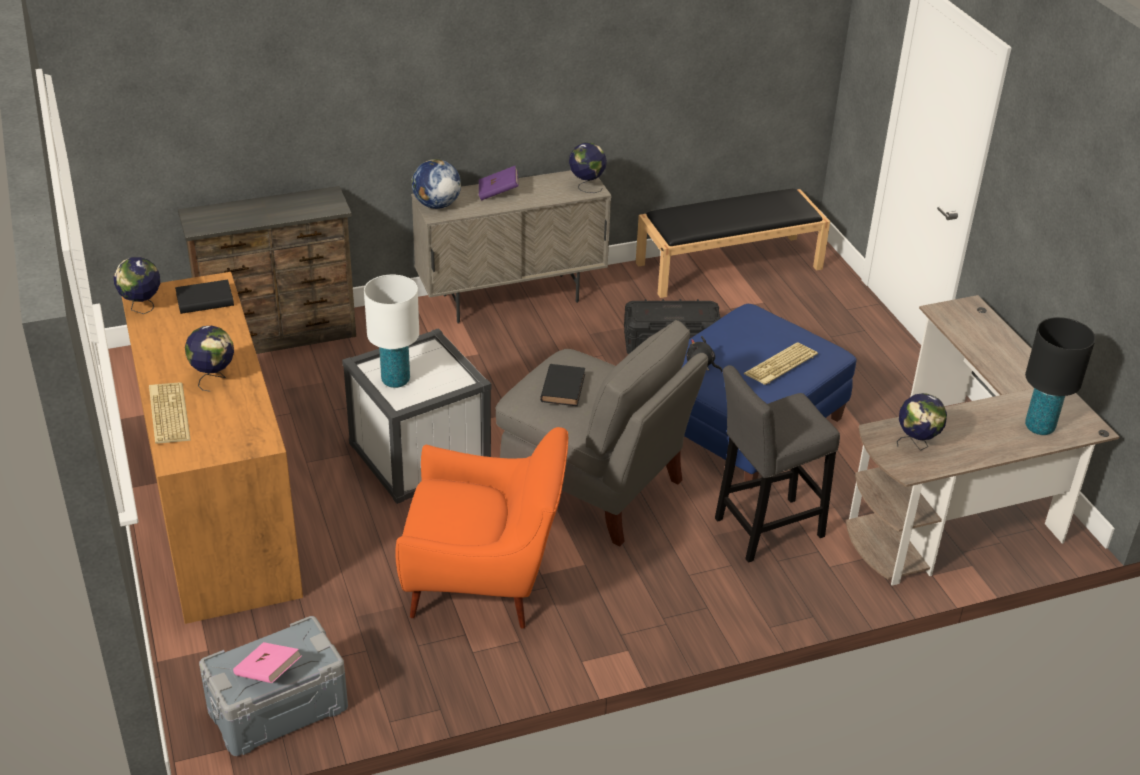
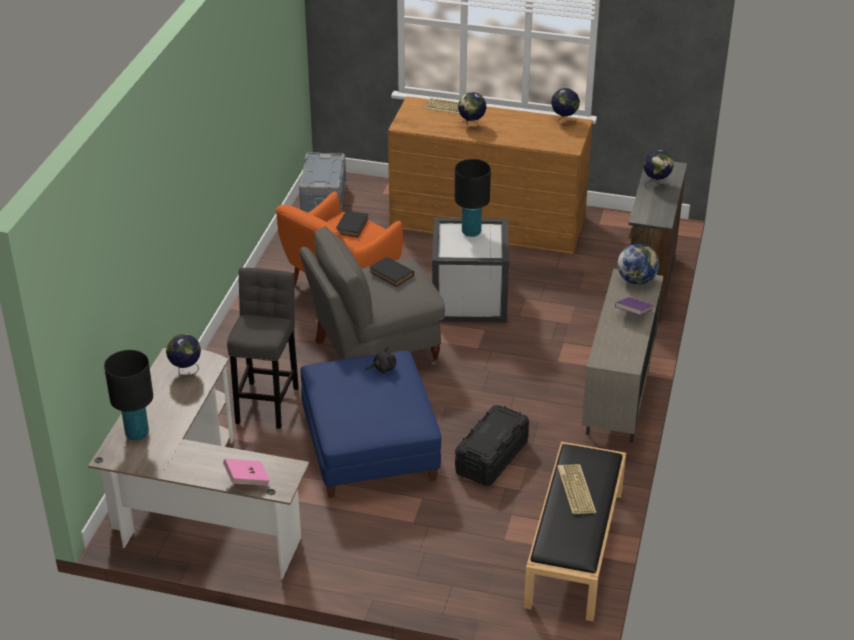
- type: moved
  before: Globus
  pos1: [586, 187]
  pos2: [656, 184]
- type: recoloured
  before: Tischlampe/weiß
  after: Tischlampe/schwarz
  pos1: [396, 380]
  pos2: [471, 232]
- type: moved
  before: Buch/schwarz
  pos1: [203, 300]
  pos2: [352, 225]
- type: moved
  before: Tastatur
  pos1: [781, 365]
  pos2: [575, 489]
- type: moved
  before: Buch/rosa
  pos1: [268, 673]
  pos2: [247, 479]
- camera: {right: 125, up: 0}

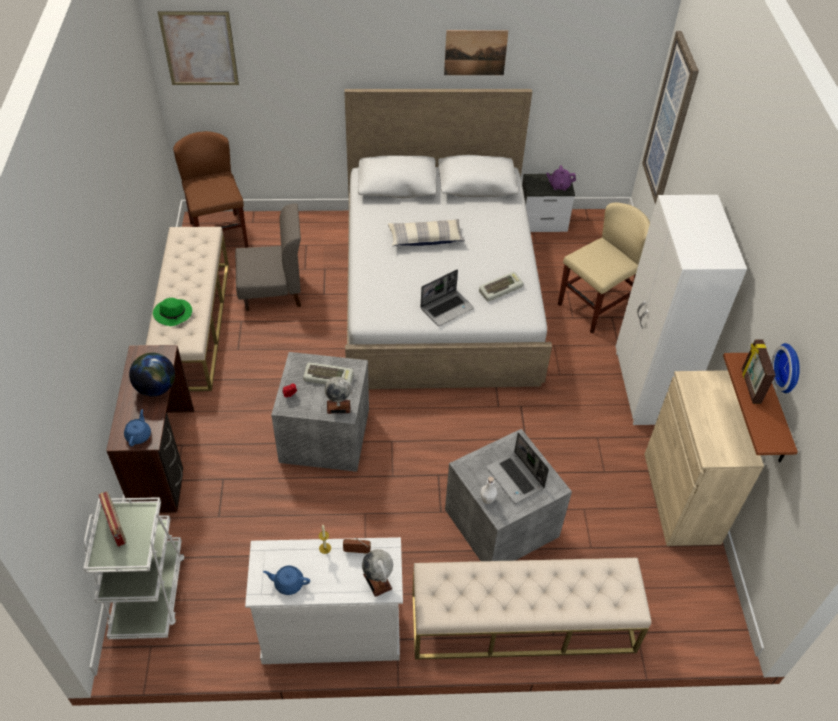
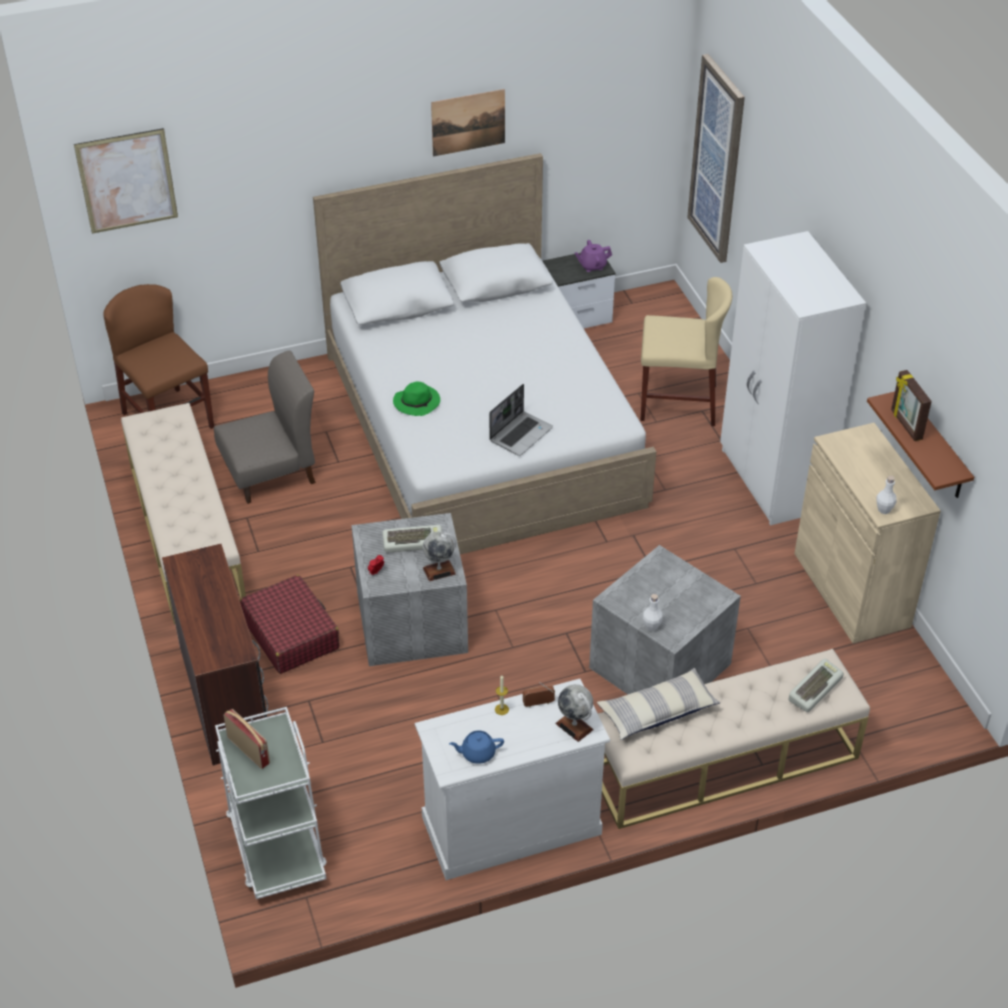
- type: turned
  before: Stuhl/beige
  pos1: [595, 306]
  pos2: [678, 403]
  turn: 60
- type: moved
  before: Kissen
  pos1: [425, 238]
  pos2: [657, 711]
- type: moved
  before: Tastatur
  pos1: [500, 288]
  pos2: [814, 688]
- type: moved
  before: Hut/grün
  pos1: [173, 314]
  pos2: [417, 402]
- type: removed
  before: Wanduhr
  pos1: [790, 368]
- type: removed
  before: Globus
  pos1: [156, 387]
- type: removed
  before: Teekanne/blau
  pos1: [139, 435]
- type: removed
  before: Laptop
  pos1: [516, 478]
- type: added
  after: Flasche/weiß
  pos2: [884, 509]
- type: added
  after: Koffer/rot
  pos2: [291, 634]
- camera: {right: -15, up: -5}

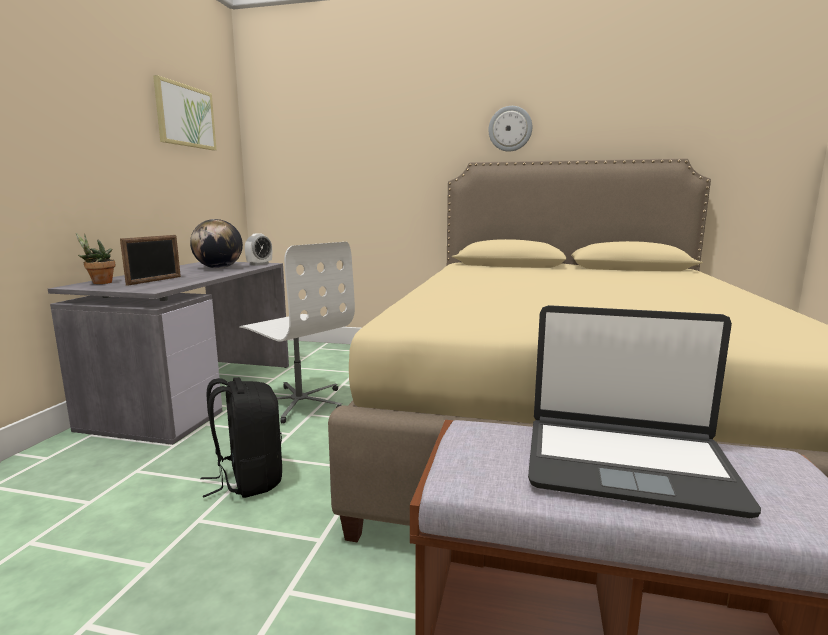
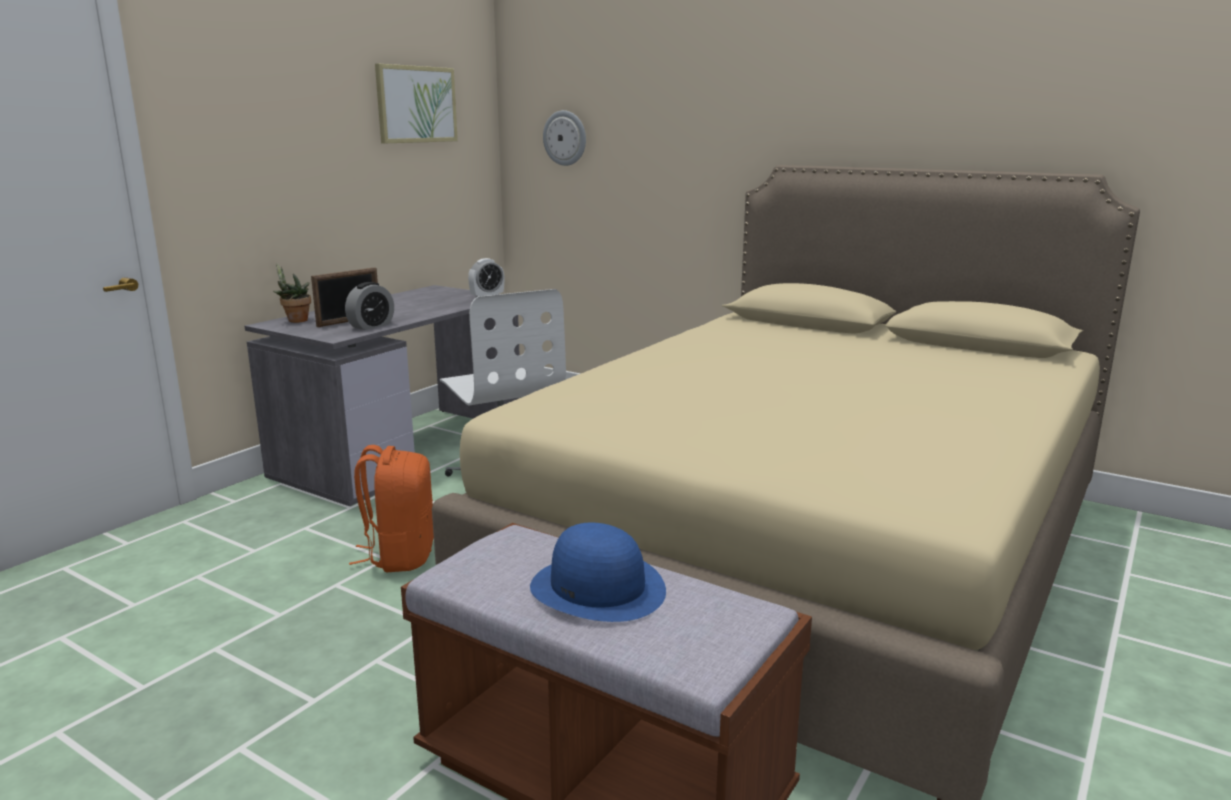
- type: moved
  before: Wanduhr
  pos1: [510, 129]
  pos2: [565, 138]
- type: removed
  before: Globus
  pos1: [218, 268]
- type: replaced
  before: Laptop
  after: Hut/blau
  pos1: [626, 463]
  pos2: [598, 588]
- type: recoloured
  before: Rucksack/schwarz
  after: Rucksack/orange
  pos1: [248, 480]
  pos2: [400, 556]
- type: added
  after: Wecker
  pos2: [371, 326]
- camera: {right: 20, up: 5}

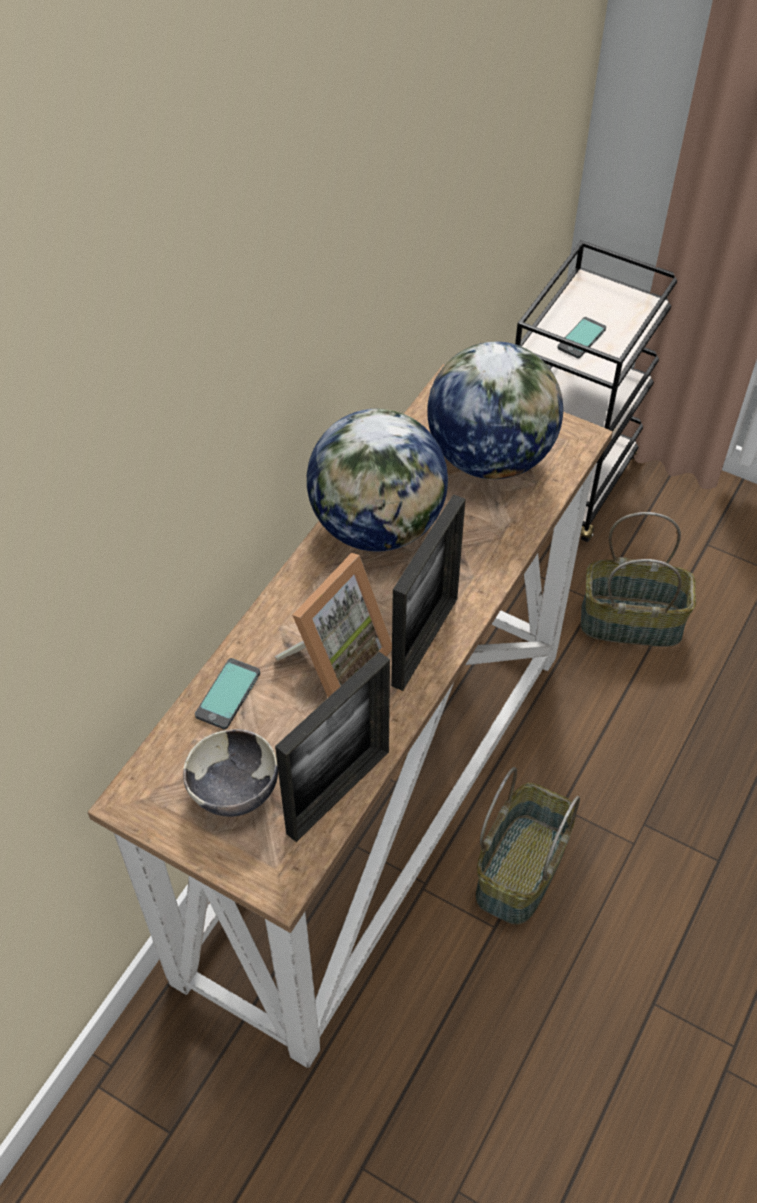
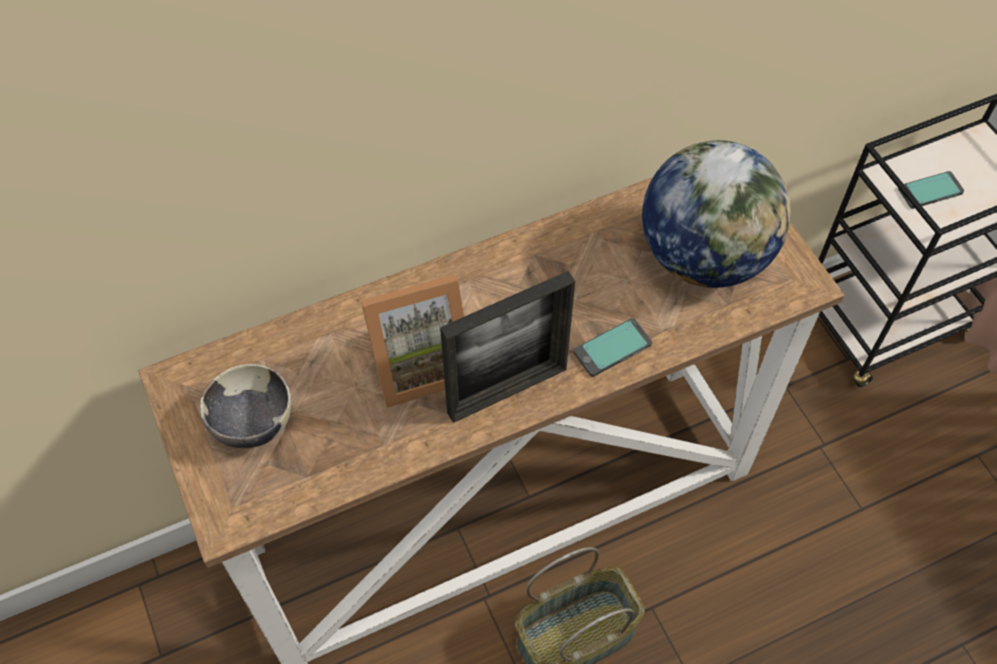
- type: removed
  before: Globus
  pos1: [378, 526]
- type: removed
  before: Korb
  pos1: [632, 621]
- type: removed
  before: Bilderrahmen
  pos1: [338, 792]
- type: moved
  before: Handy
  pos1: [228, 694]
  pos2: [612, 348]
- camera: {right: 35, up: 5}

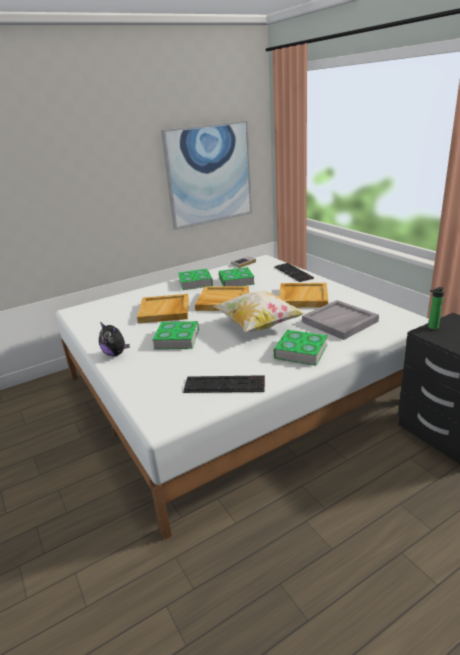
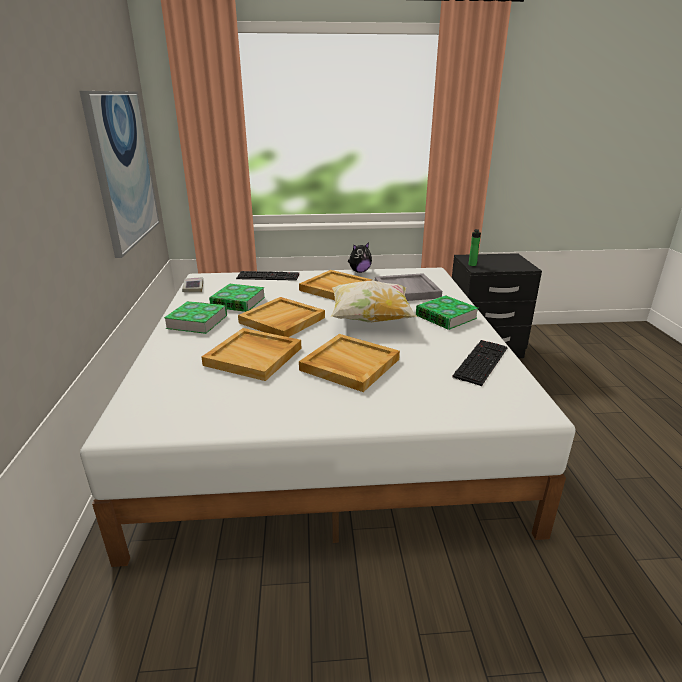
- type: replaced
  before: Buch
  after: Tablett/beige
  pos1: [177, 339]
  pos2: [349, 365]
- type: moved
  before: Plüschtier
  pos1: [116, 354]
  pos2: [359, 271]
- camera: {right: -65, up: 0}

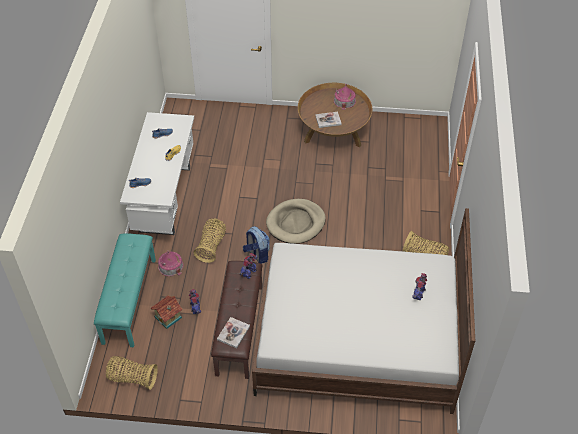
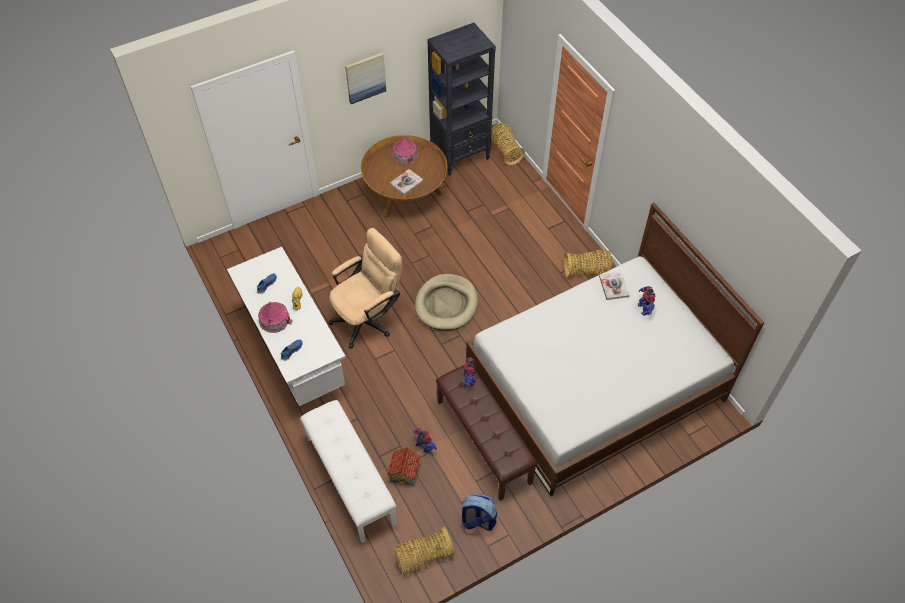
- type: moved
  before: Korb
  pos1: [211, 246]
  pos2: [505, 150]
- type: moved
  before: Rucksack
  pos1: [257, 254]
  pos2: [477, 521]
- type: recoloured
  before: Bank/türkis
  after: Bank/weiß
  pos1: [129, 300]
  pos2: [350, 480]
- type: moved
  before: Spielzeughaus
  pos1: [170, 266]
  pos2: [274, 320]
- type: moved
  before: Buch
  pos1: [233, 333]
  pos2: [613, 286]
- type: added
  after: Bücherregal/schwarz
  pos2: [460, 156]
- type: added
  after: Bild
  pos2: [365, 77]
- type: added
  after: Bürostuhl/beige
  pos2: [368, 318]
- camera: {right: -35, up: 5}

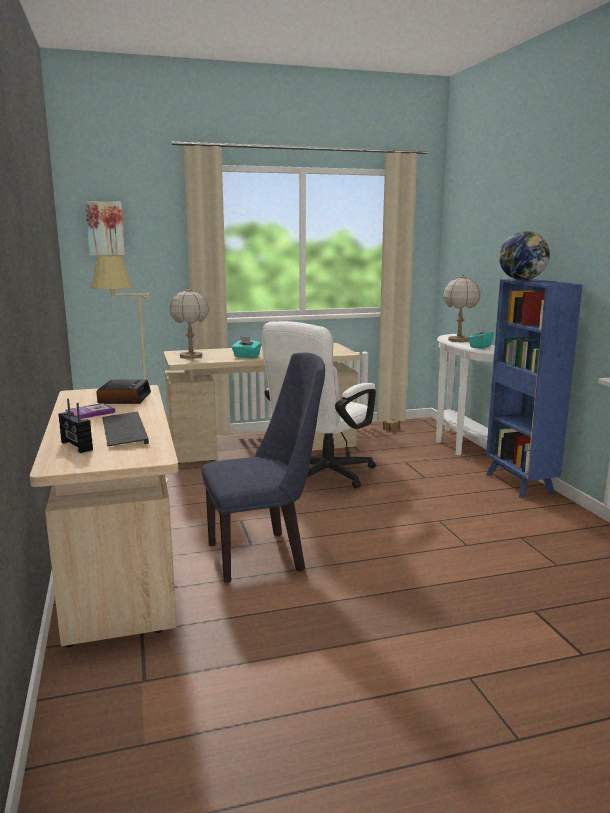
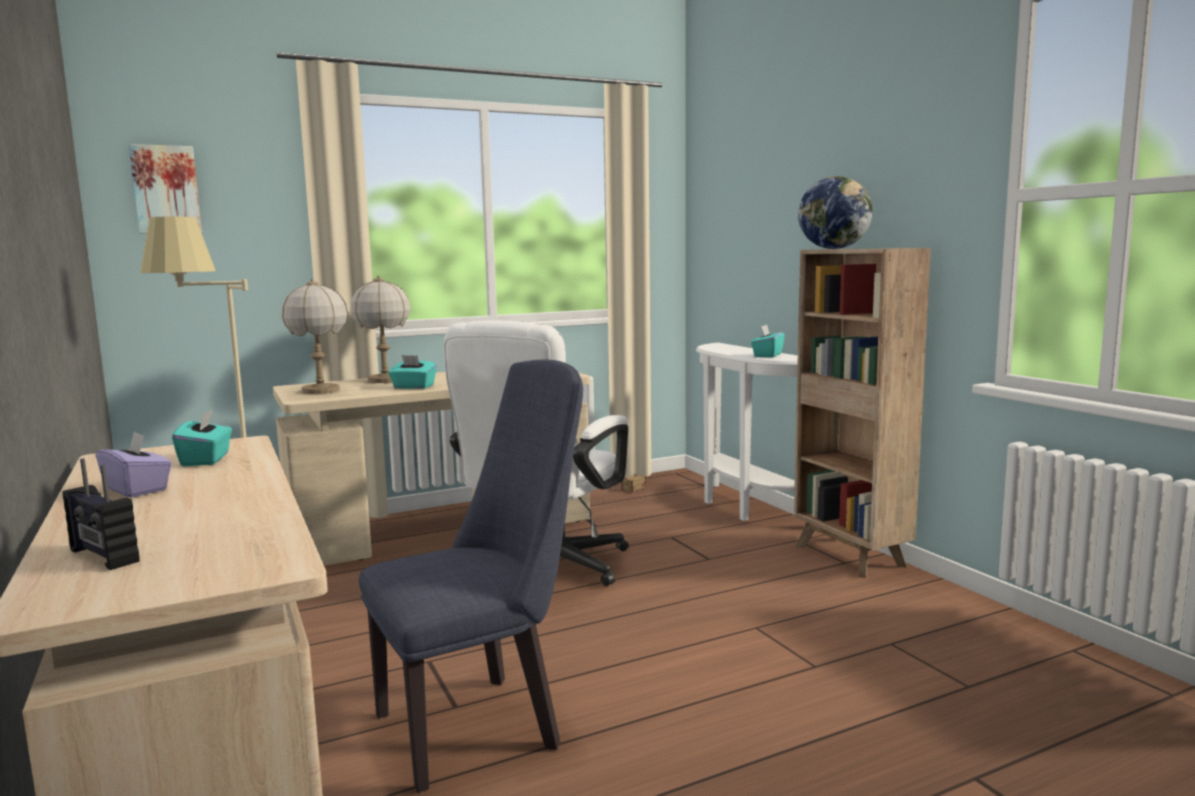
- type: moved
  before: Tischlampe
  pos1: [459, 340]
  pos2: [385, 380]
- type: recoloured
  before: Bücherregal/blau
  after: Bücherregal/braun
  pos1: [519, 484]
  pos2: [850, 557]
- type: replaced
  before: Wecker
  after: Taschentuchbox/türkis
  pos1: [124, 398]
  pos2: [206, 460]
- type: replaced
  before: Buch
  after: Taschentuchbox/lila
  pos1: [90, 413]
  pos2: [137, 489]
- type: removed
  before: Tastatur
  pos1: [123, 431]
- camera: {right: -10, up: -5}

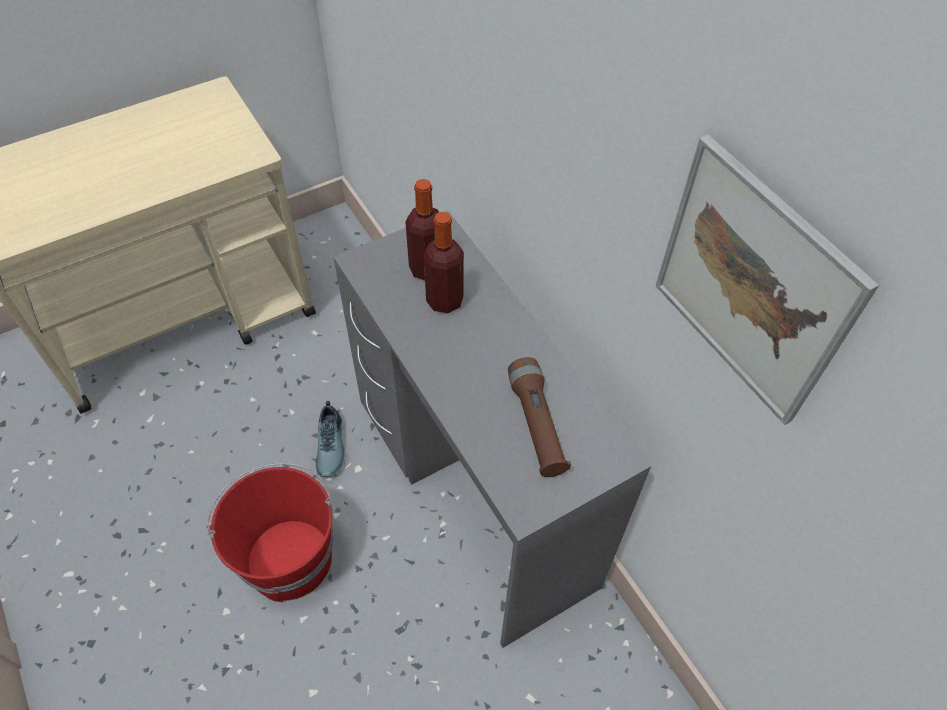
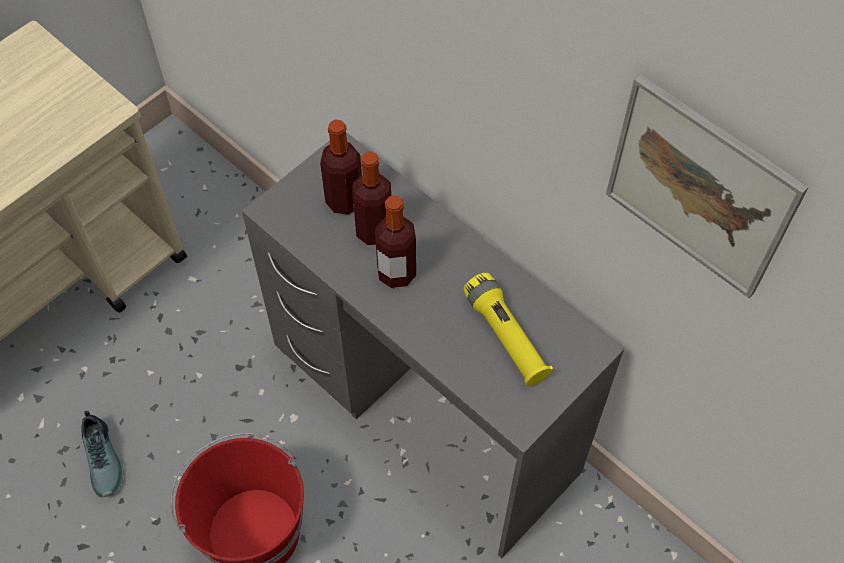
- type: recoloured
  before: Taschenlampe/braun
  after: Taschenlampe/gelb
  pos1: [536, 424]
  pos2: [506, 337]
- type: moved
  before: Schuh
  pos1: [332, 445]
  pos2: [104, 458]
- type: added
  after: Flasche
  pos2: [396, 273]
- camera: {right: -15, up: 5}

